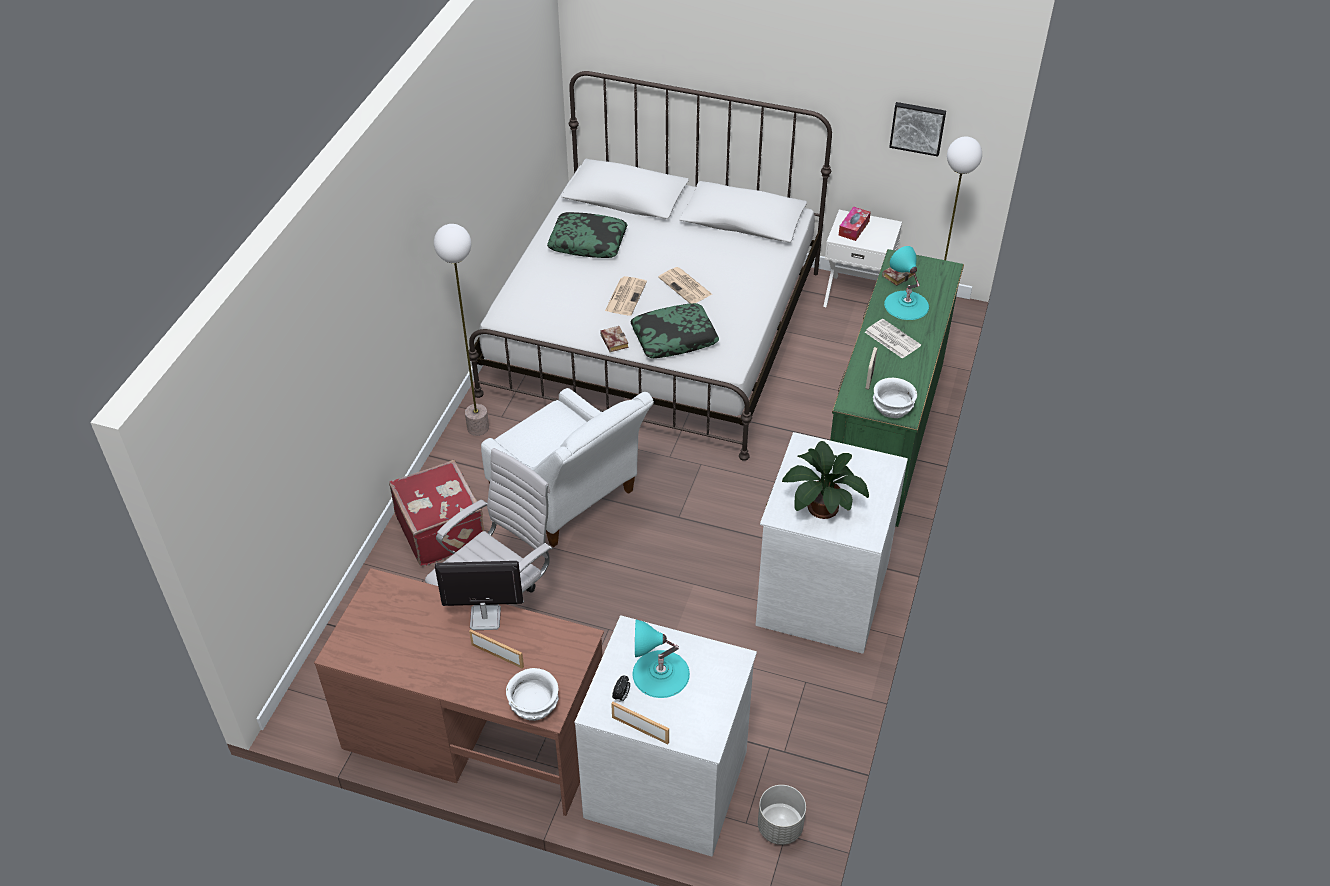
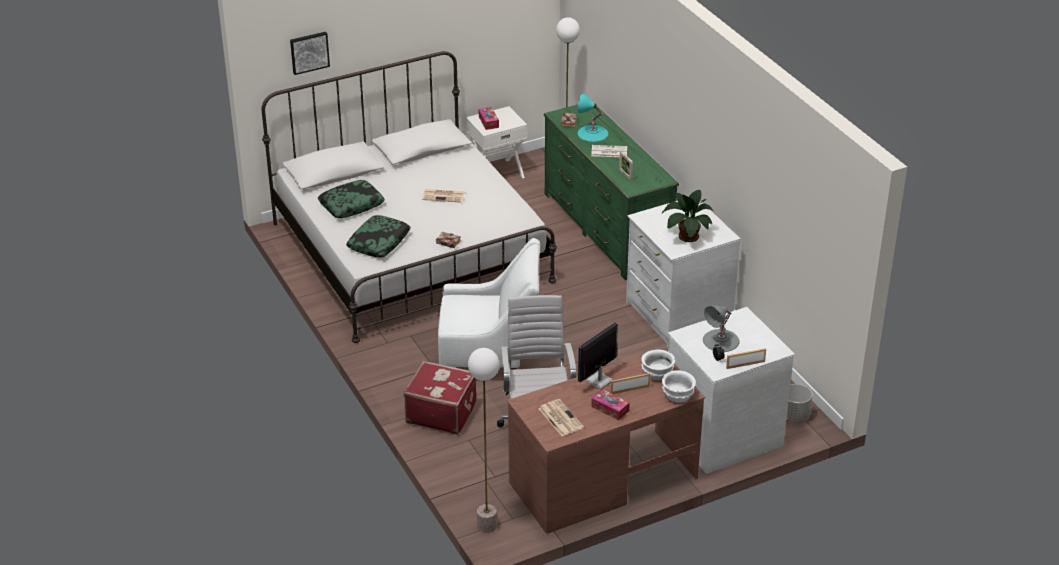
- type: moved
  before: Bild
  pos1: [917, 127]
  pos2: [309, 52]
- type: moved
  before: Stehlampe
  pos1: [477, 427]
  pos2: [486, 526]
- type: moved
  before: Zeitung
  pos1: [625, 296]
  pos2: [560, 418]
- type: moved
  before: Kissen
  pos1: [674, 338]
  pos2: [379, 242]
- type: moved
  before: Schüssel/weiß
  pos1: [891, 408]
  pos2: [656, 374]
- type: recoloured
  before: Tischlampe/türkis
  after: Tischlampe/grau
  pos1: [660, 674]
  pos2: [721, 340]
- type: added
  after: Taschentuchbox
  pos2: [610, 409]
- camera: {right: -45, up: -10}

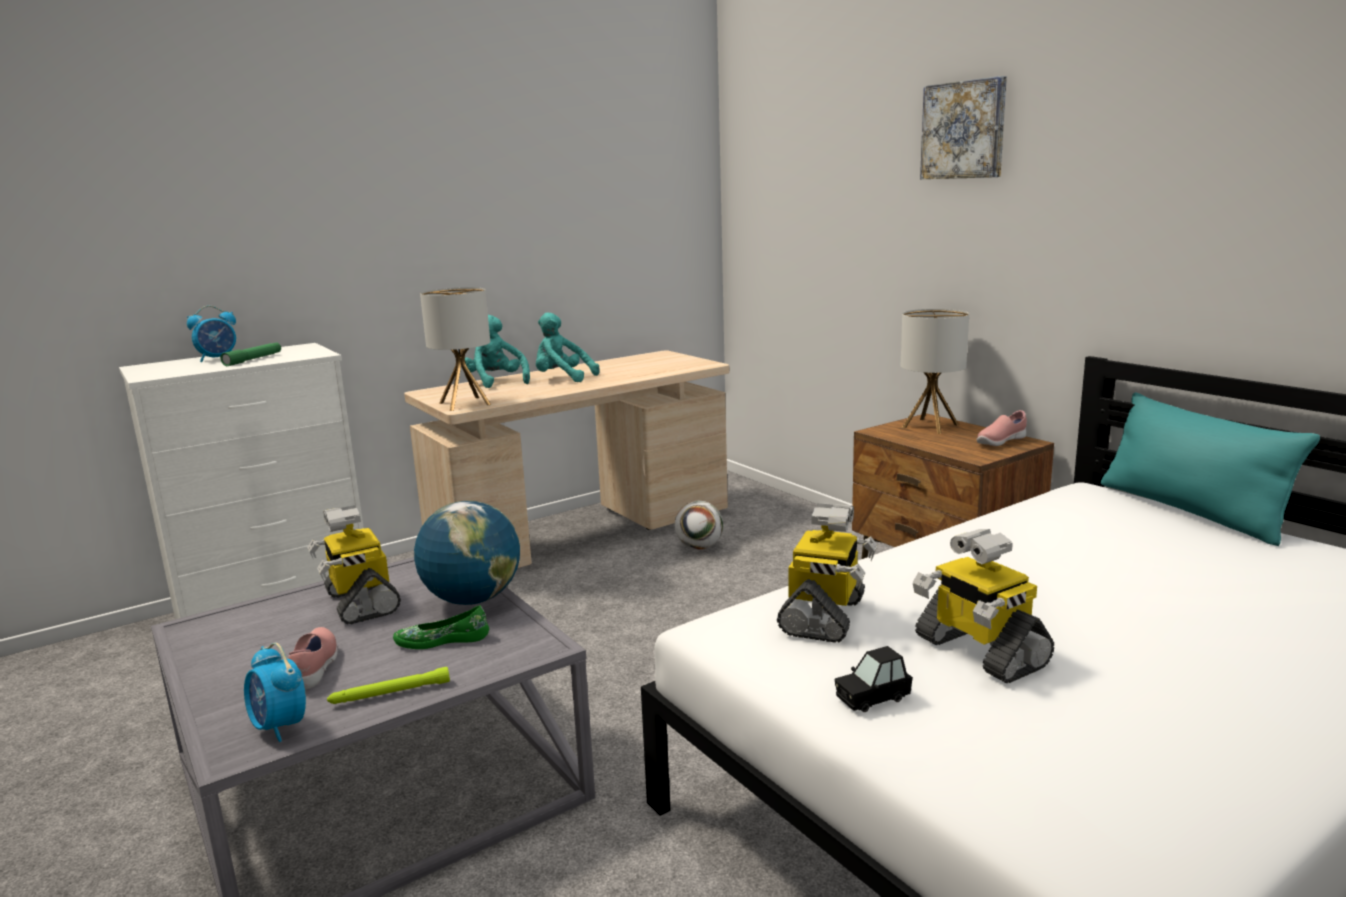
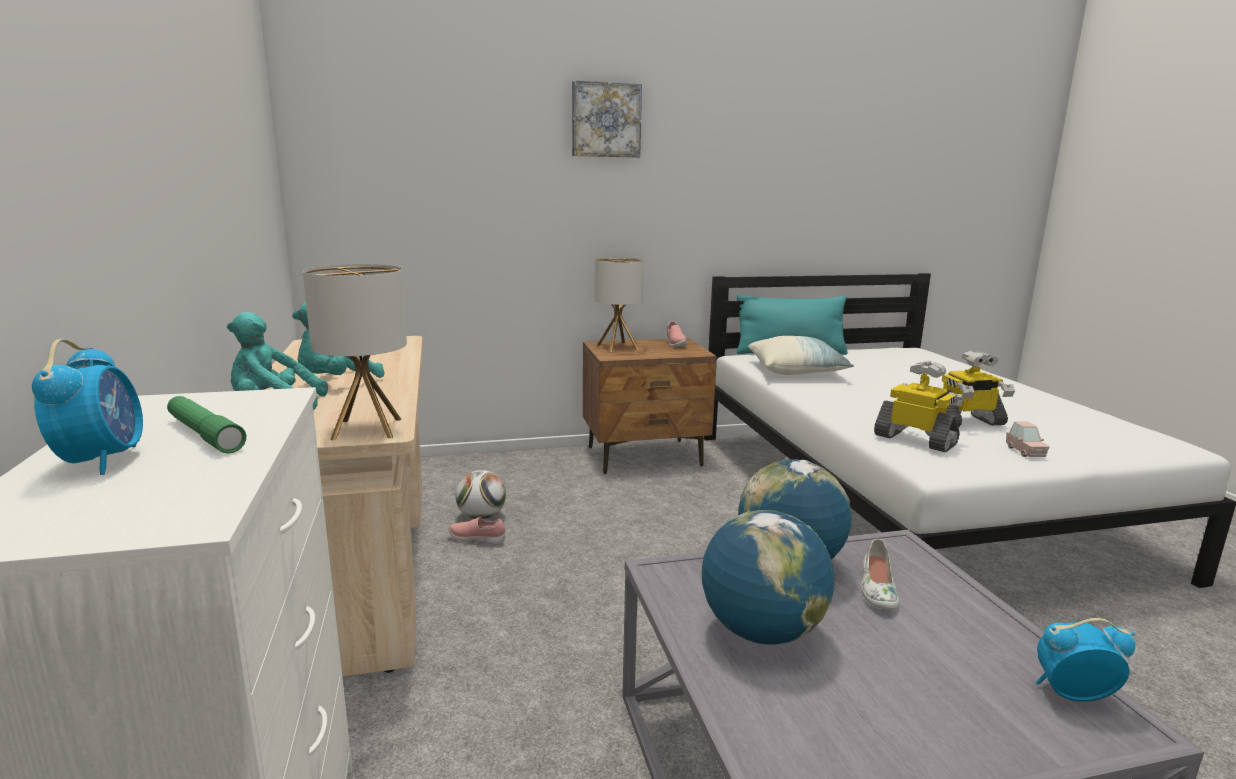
- type: replaced
  before: Spielzeugroboter
  after: Globus
  pos1: [360, 602]
  pos2: [761, 632]
- type: recoloured
  before: Schuh/grün
  after: Schuh/weiß
  pos1: [442, 640]
  pos2: [877, 589]
- type: moved
  before: Schuh/rosa
  pos1: [316, 668]
  pos2: [477, 539]
- type: turned
  before: Wecker
  pos1: [280, 727]
  pos2: [1071, 694]
  turn: -150
- type: recoloured
  before: Spielzeugauto/schwarz
  after: Spielzeugauto/rosa
  pos1: [872, 698]
  pos2: [1025, 452]
- type: removed
  before: Taschenlampe/grün
  pos1: [390, 693]
- type: added
  after: Kissen
  pos2: [797, 371]
- camera: {right: -70, up: 0}

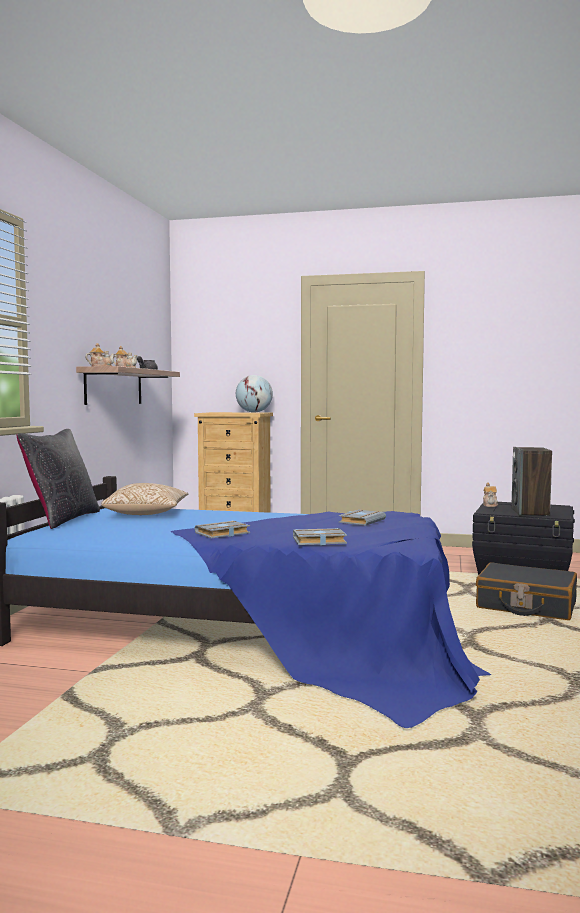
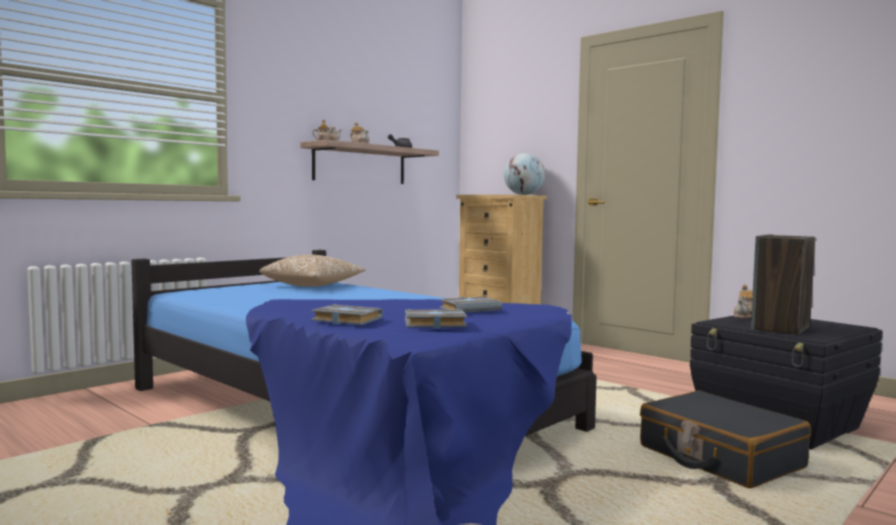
- type: removed
  before: Kissen/schwarz
  pos1: [62, 519]
- type: moved
  before: Buch/grau
  pos1: [222, 534]
  pos2: [434, 324]
- camera: {right: 30, up: 0}

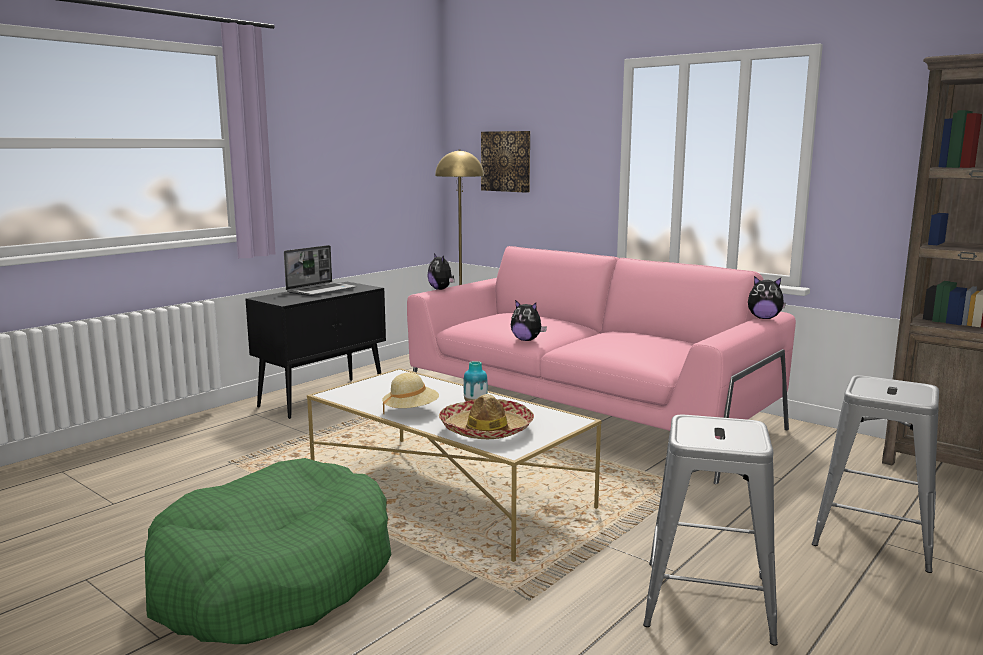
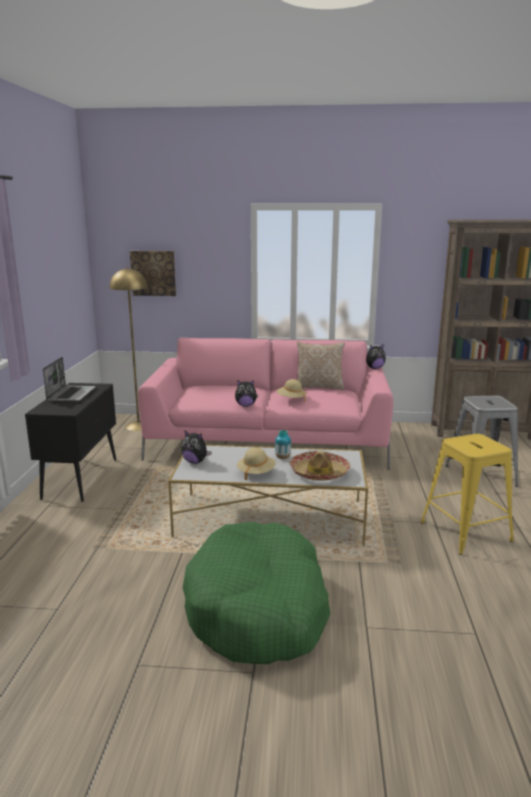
- type: moved
  before: Plüschtier
  pos1: [441, 289]
  pos2: [195, 462]
- type: recoloured
  before: Hocker/grau
  after: Hocker/gelb
  pos1: [707, 600]
  pos2: [465, 532]
- type: added
  after: Kissen
  pos2: [319, 387]
- type: added
  after: Hut/beige
  pos2: [291, 399]
- camera: {right: -35, up: 5}

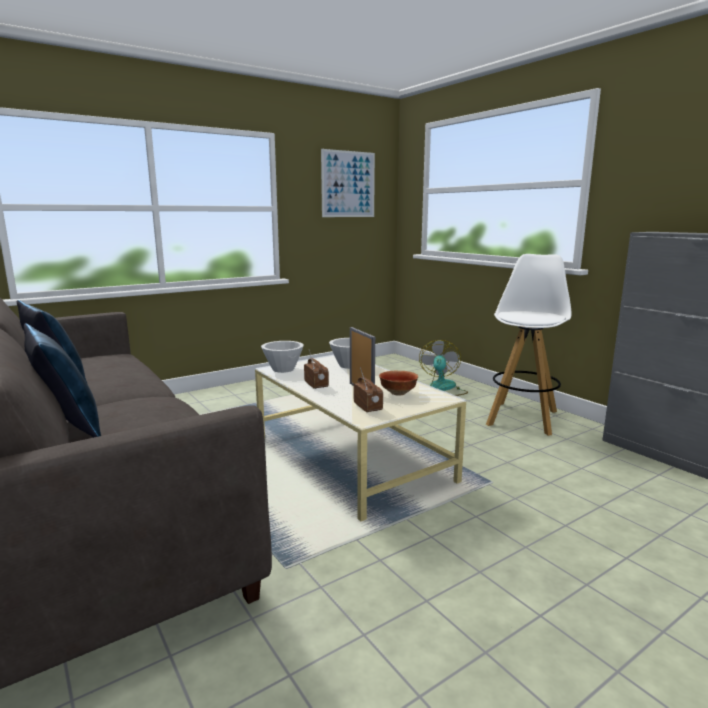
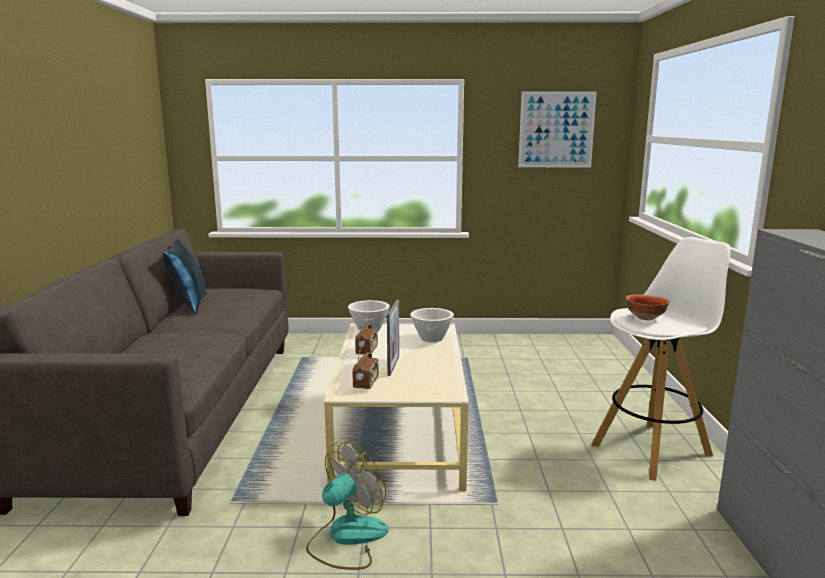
- type: removed
  before: Kissen/blau
  pos1: [68, 428]
- type: moved
  before: Ventilator
  pos1: [443, 389]
  pos2: [347, 538]
- type: moved
  before: Schüssel
  pos1: [397, 393]
  pos2: [644, 318]
- camera: {right: 35, up: 0}

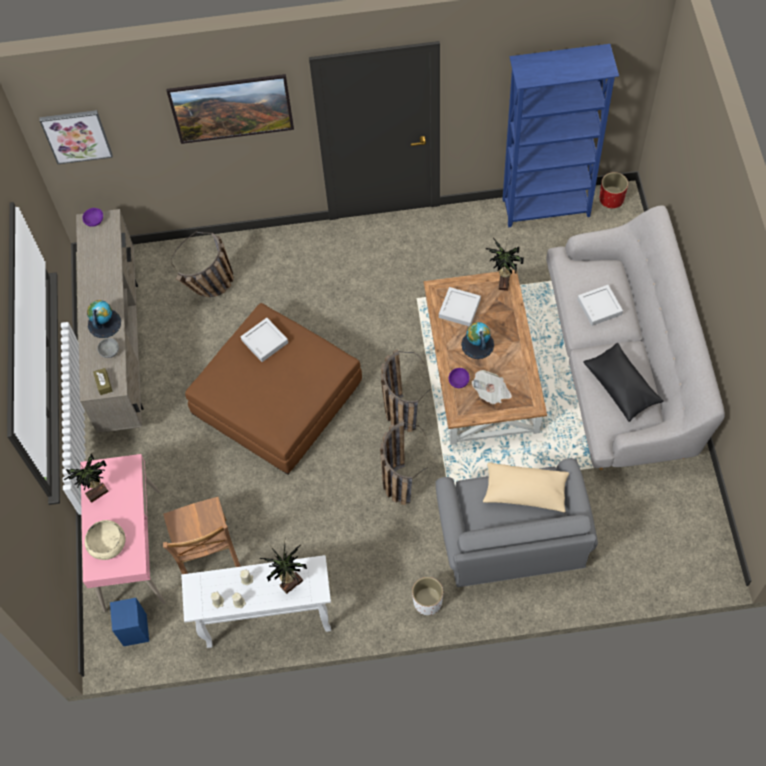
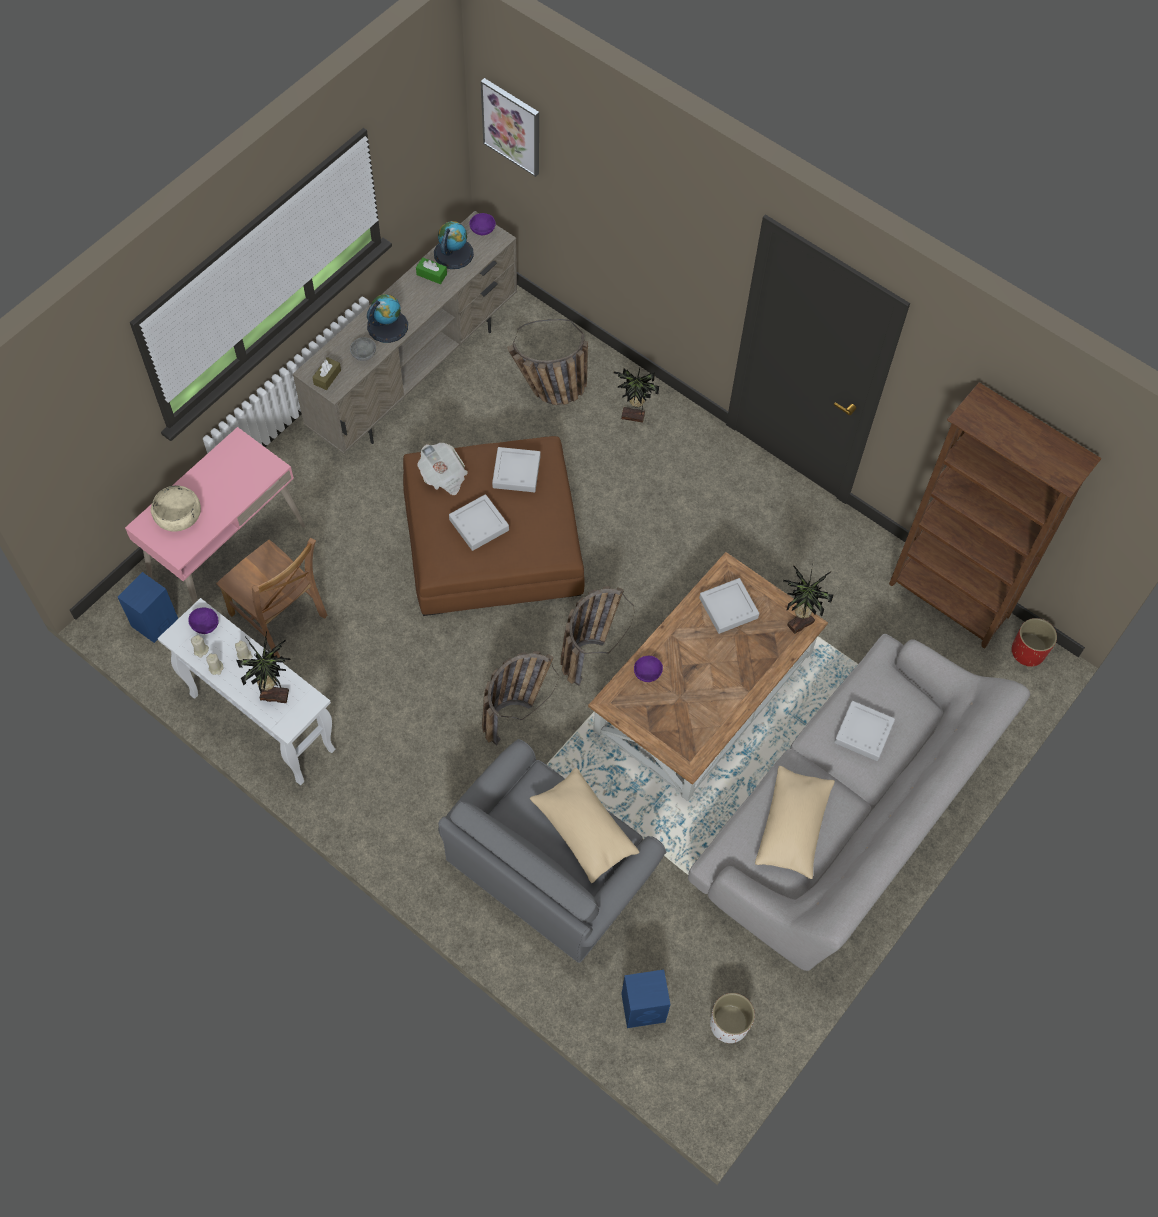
- type: recoloured
  before: Bücherregal/blau
  after: Bücherregal/braun
  pos1: [547, 209]
  pos2: [949, 601]
- type: removed
  before: Bild
  pos1: [234, 121]
- type: moved
  before: Globus
  pos1: [477, 344]
  pos2: [453, 253]
- type: recoloured
  before: Kissen/schwarz
  after: Kissen/beige
  pos1: [621, 387]
  pos2: [792, 827]
- type: moved
  before: Zeitung
  pos1: [491, 392]
  pos2: [443, 476]
- type: moved
  before: Topfpflanze
  pos1: [98, 494]
  pos2: [633, 417]
- type: turned
  before: Stuhl/braun
  pos1: [207, 555]
  pos2: [280, 618]
  turn: -75
- type: moved
  before: Pflanzkübel/weiß
  pos1: [427, 602]
  pos2: [729, 1024]
- type: added
  after: Taschentuchbox/grün
  pos2: [431, 274]
- type: added
  after: Tablett/grau
  pos2: [479, 525]
- type: added
  after: Schüssel/lila
  pos2: [205, 624]
- type: added
  after: Lautsprecher/blau
  pos2: [644, 1008]
- camera: {right: 40, up: 0}

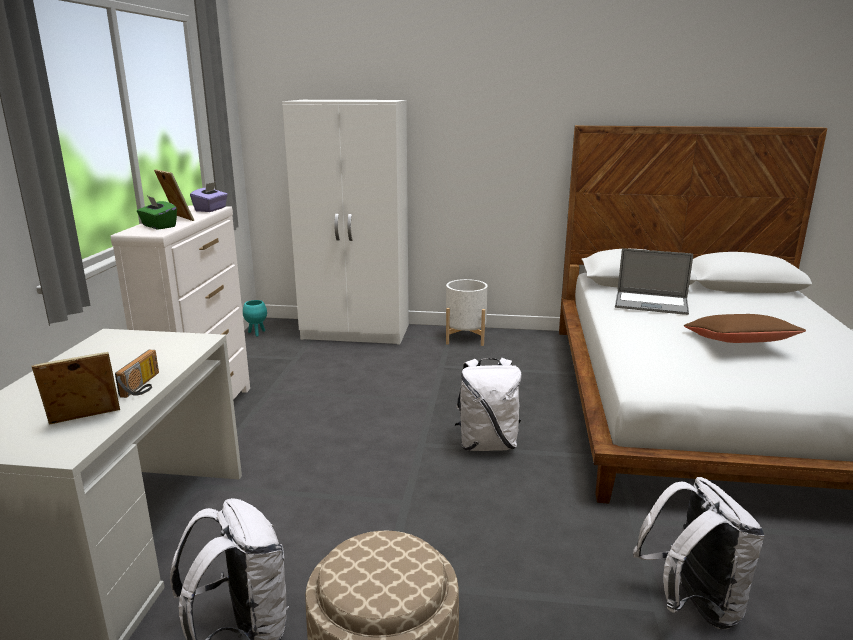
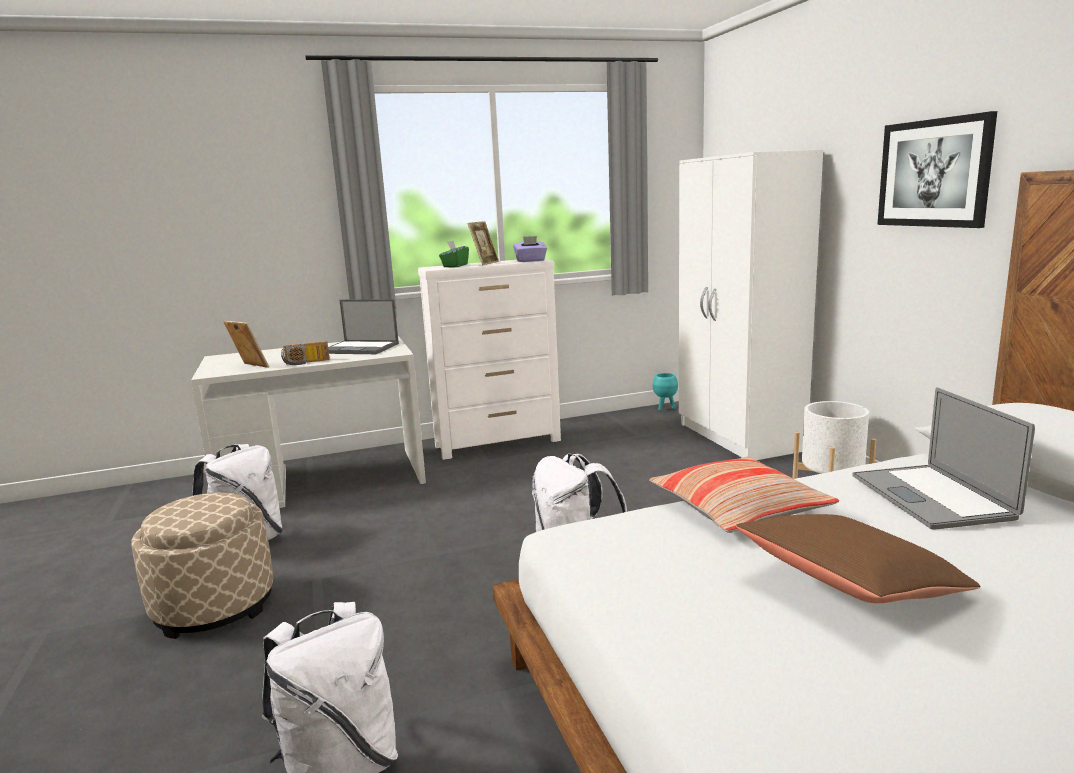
- type: added
  after: Bild
  pos2: [934, 173]
- type: added
  after: Laptop
  pos2: [361, 348]
- type: added
  after: Kissen
  pos2: [739, 509]
- camera: {right: 65, up: -5}

